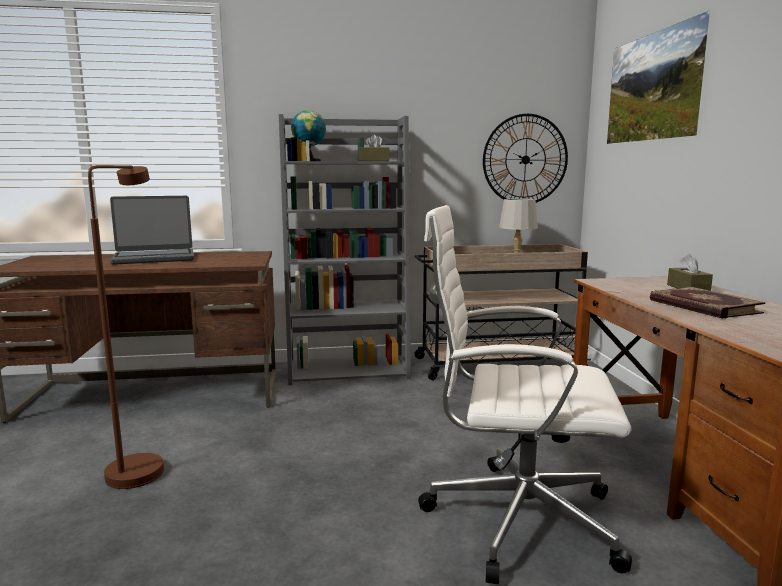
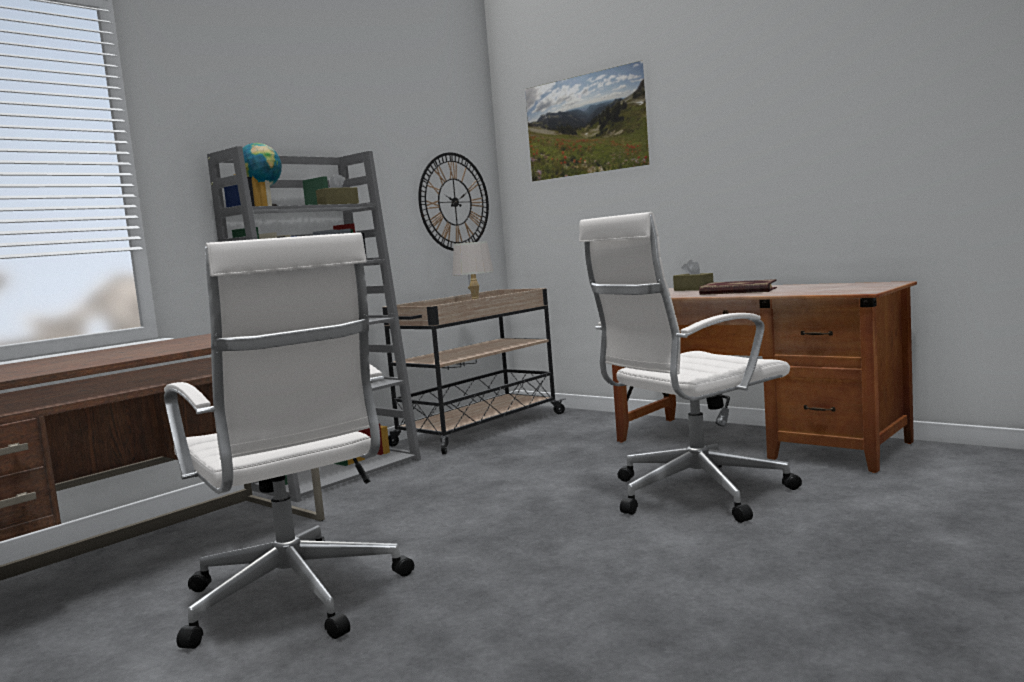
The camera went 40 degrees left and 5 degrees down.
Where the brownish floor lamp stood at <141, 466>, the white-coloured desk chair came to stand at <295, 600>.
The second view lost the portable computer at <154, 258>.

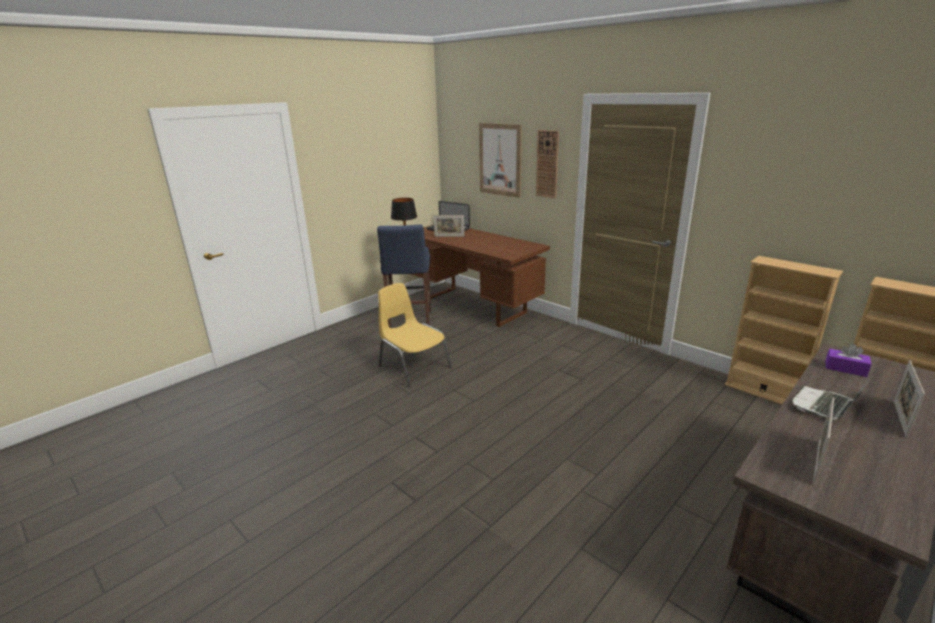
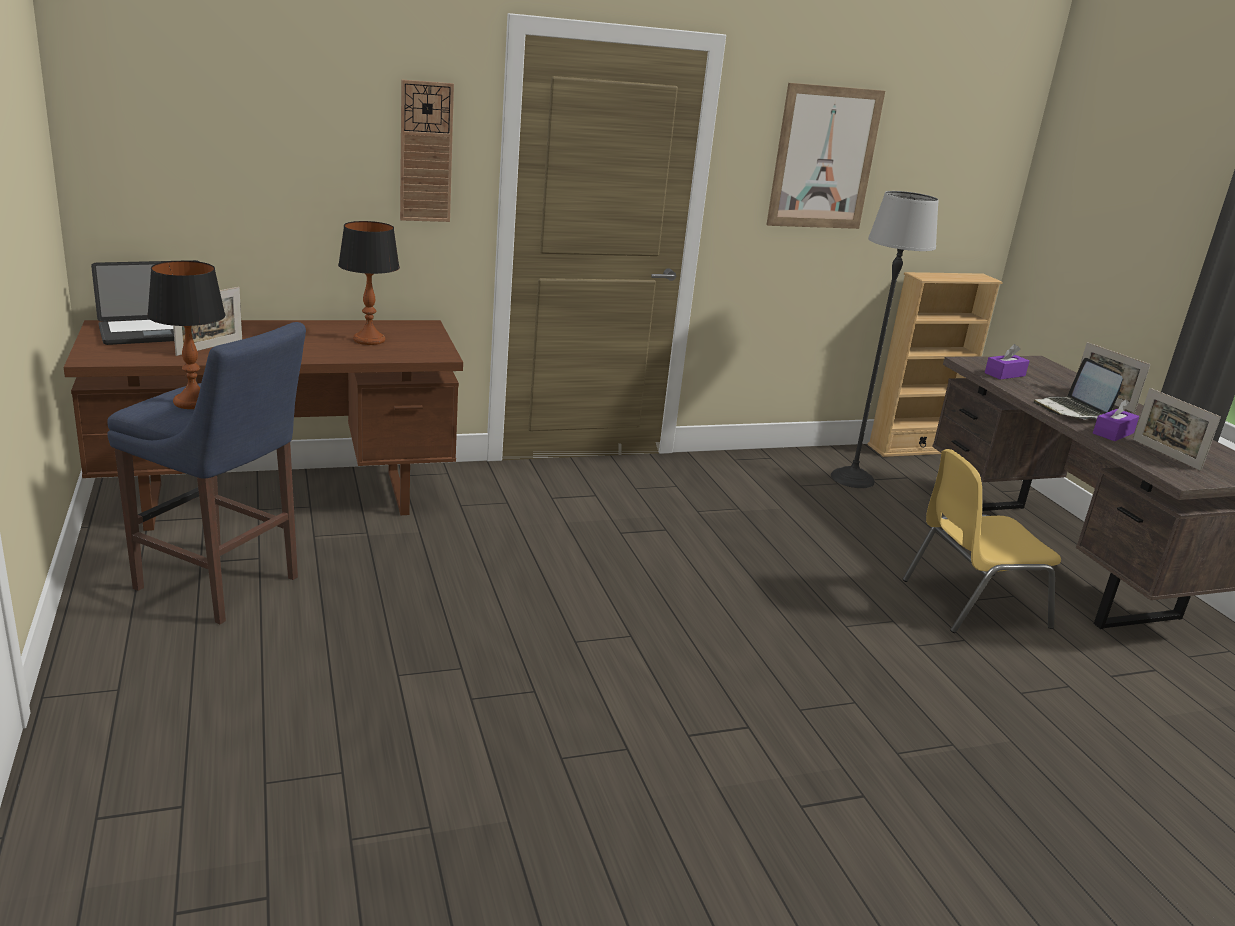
The camera went 65 degrees left and 0 degrees up.
The second view gained the tabletop lamp at <368, 340>.
The picture ended up elsewhere, having gone from <500, 160> to <824, 158>.
The second view gained the floor lamp at <852, 478>.
The yellow-coloured upright chair ended up elsewhere, having gone from <413, 366> to <971, 602>.
The second view gained the purplish tissue box at <1113, 433>.
The second view lost the sand-coloured bookcase at <764, 392>.

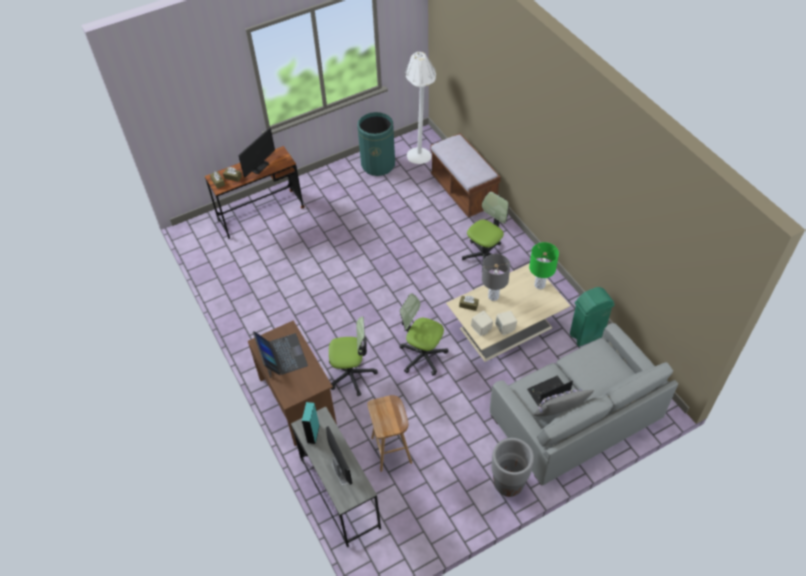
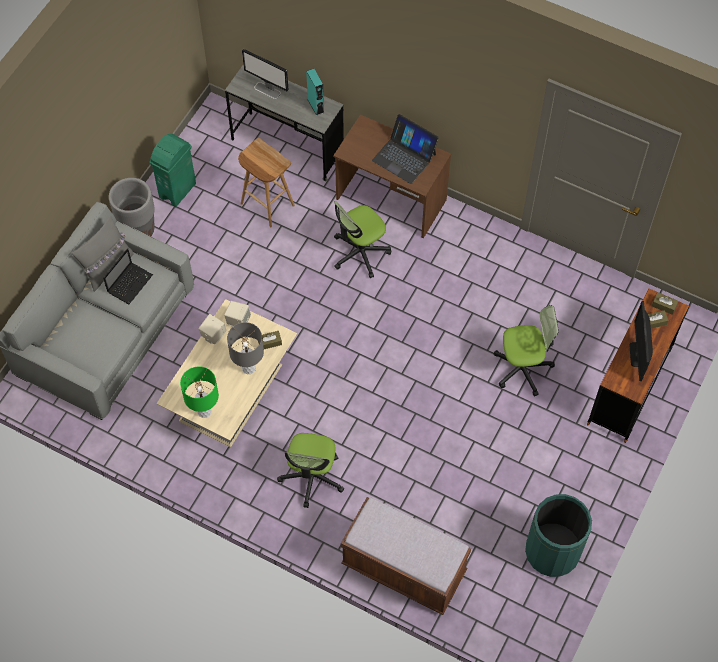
The camera went 145 degrees right and 10 degrees up.
The green waste bin ended up elsewhere, having gone from <586, 335> to <178, 190>.
The desk chair ended up elsewhere, having gone from <422, 356> to <522, 368>.
The second view lost the white-coloured floor lamp at <421, 152>.

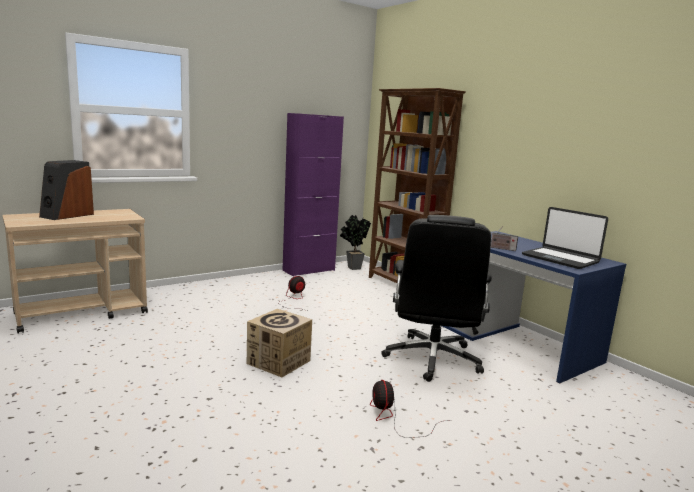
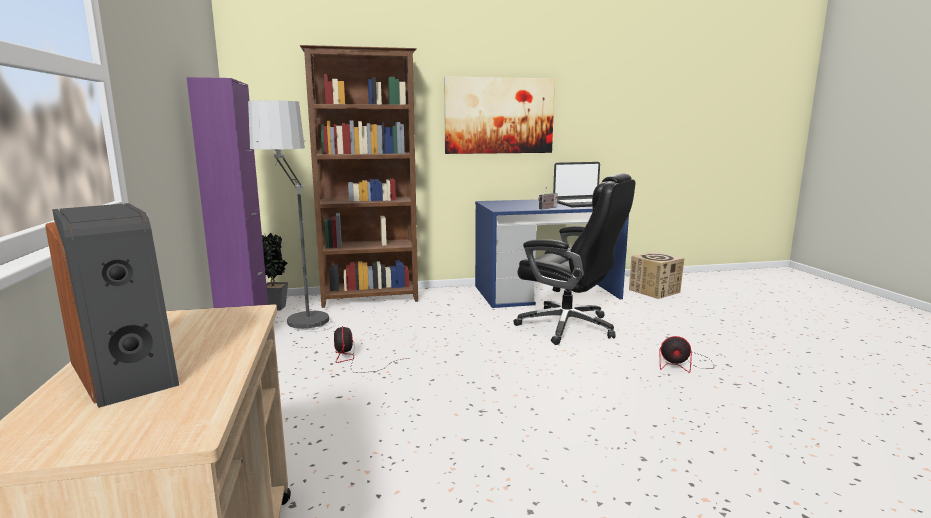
The camera went 65 degrees left and 0 degrees up.
The second view gained the floor lamp at <303, 335>.
The second view gained the picture at <499, 116>.
The packing box ended up elsewhere, having gone from <278, 362> to <654, 291>.

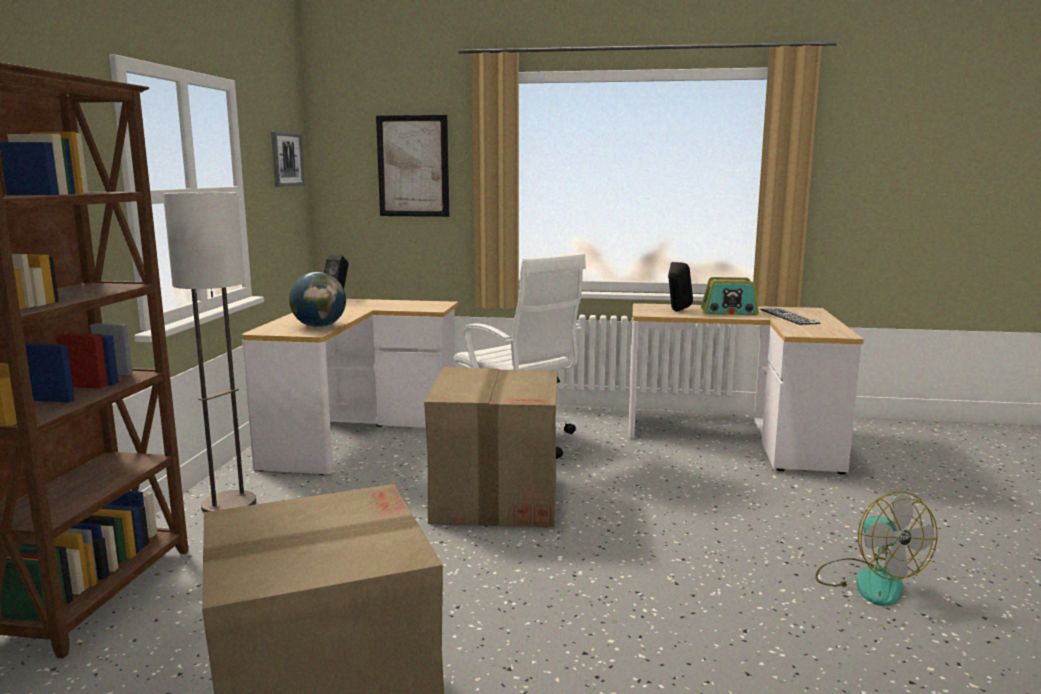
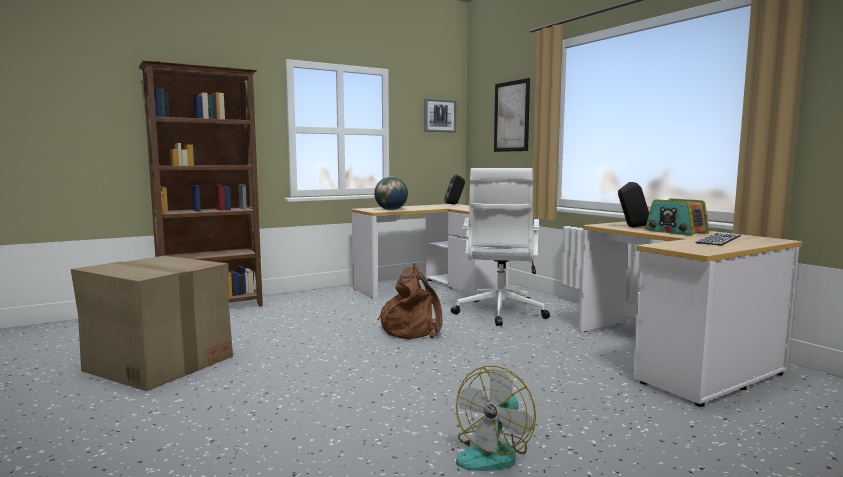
The camera went 50 degrees right and 5 degrees down.
Where the packing box stood at <496, 498>, the brownish backpack came to stand at <412, 330>.
The second view lost the floor lamp at <229, 505>.

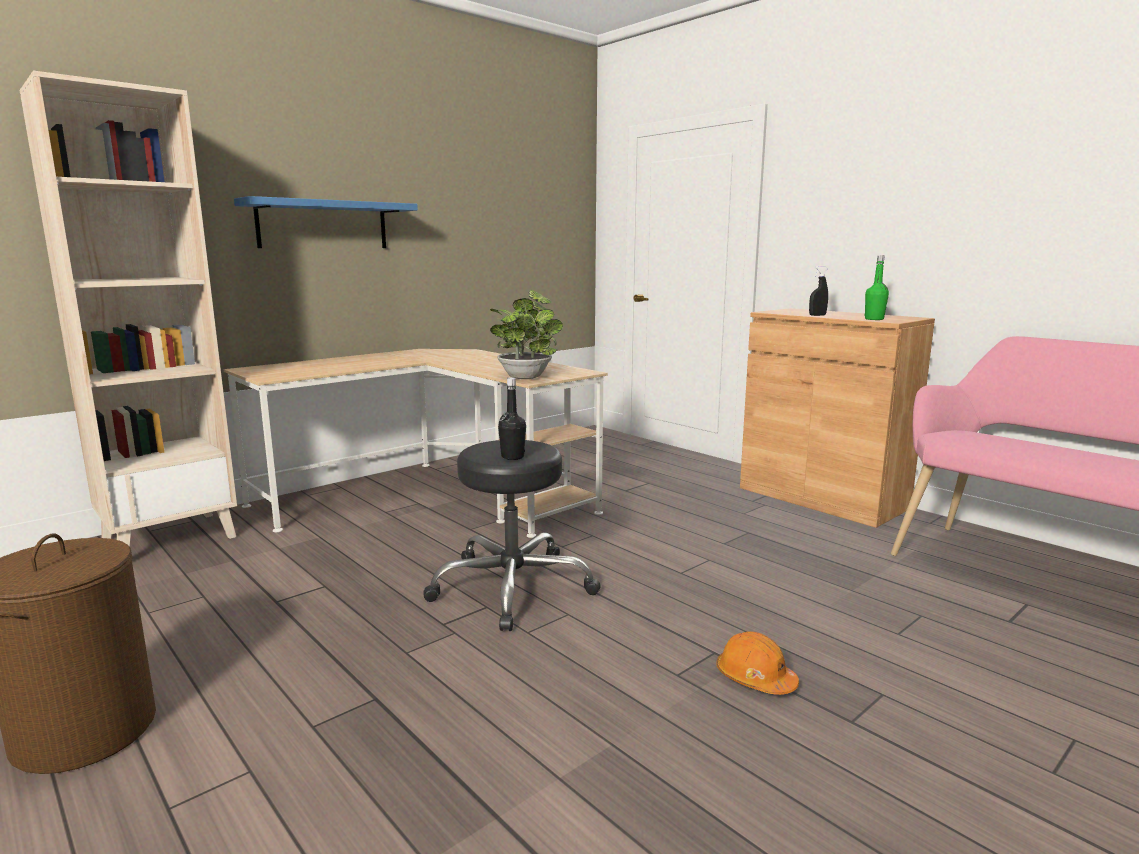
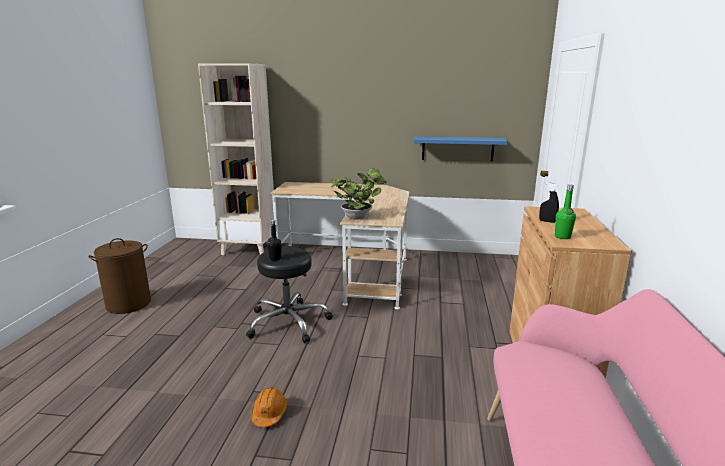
The camera went 50 degrees right and 5 degrees up.
The bluish shelf ended up elsewhere, having gone from <323, 225> to <457, 148>.

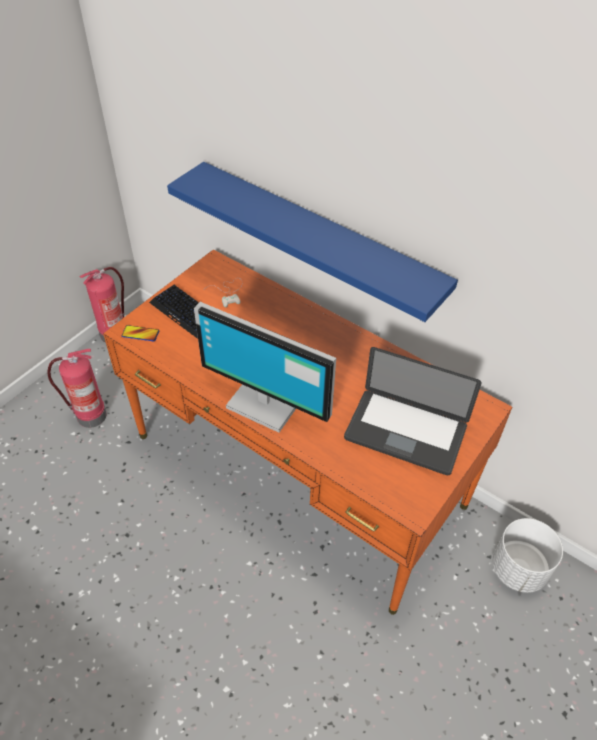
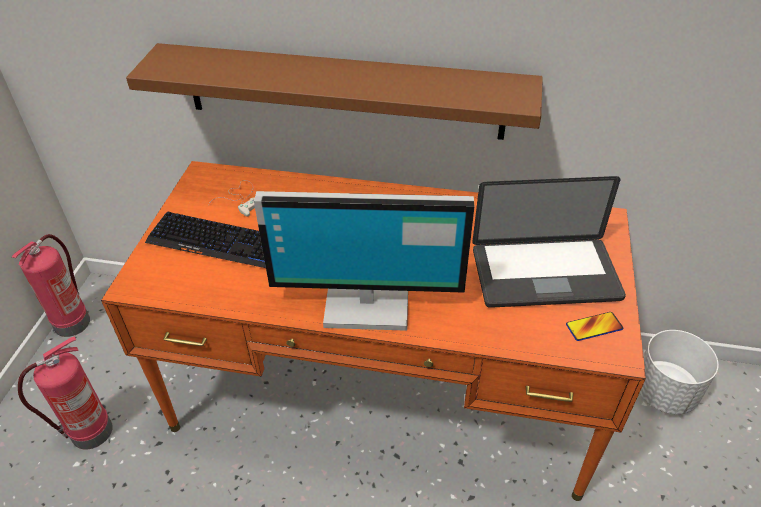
The camera went 25 degrees left and 5 degrees down.
What was the bluish shelf at <318, 238> turned into the brownish shelf at <343, 91>.
The telephone ended up elsewhere, having gone from <140, 334> to <594, 327>.

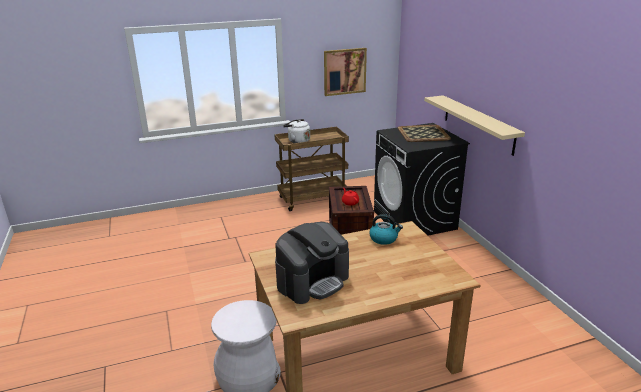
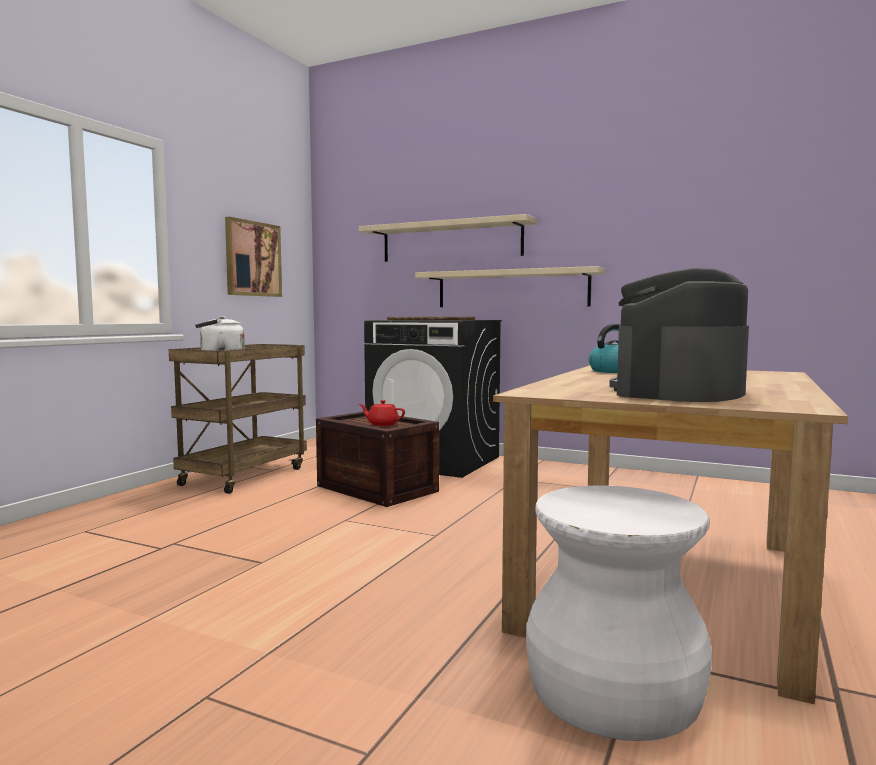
The camera went 45 degrees left and 20 degrees down.
The second view gained the sand-coloured shelf at <451, 241>.
The coffee brewer at <312, 281> ended up facing another way, 150 degrees counterclockwise from before.

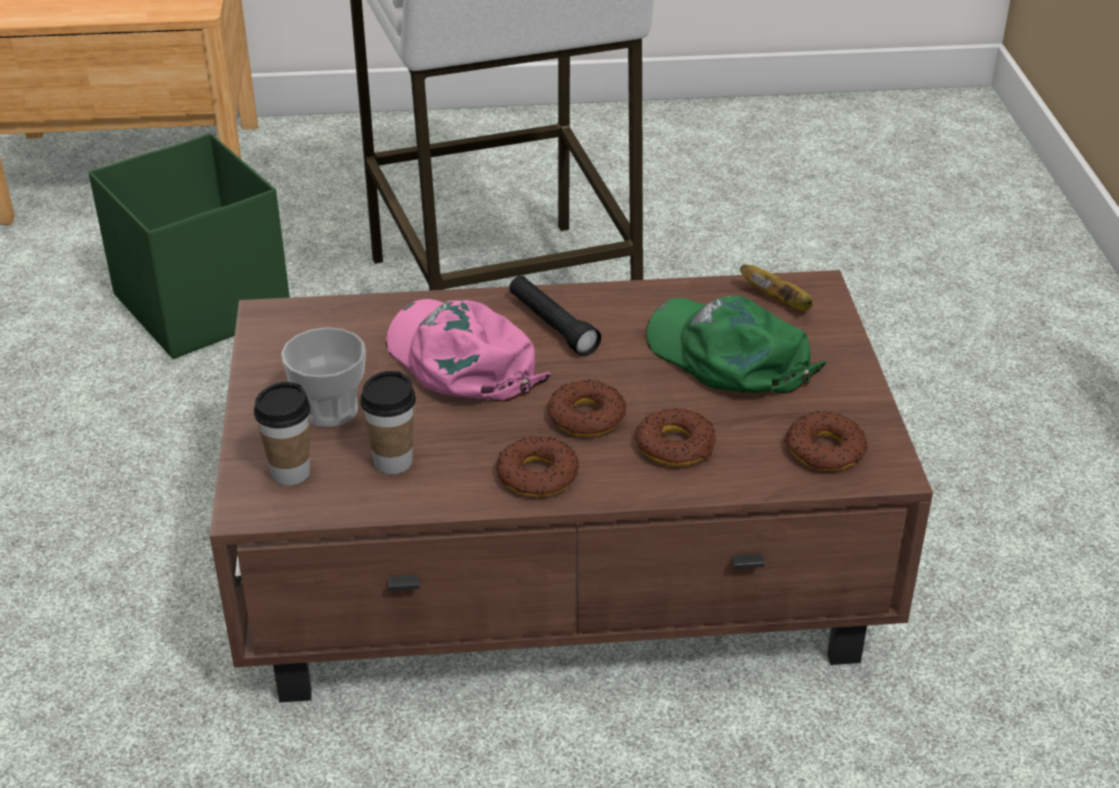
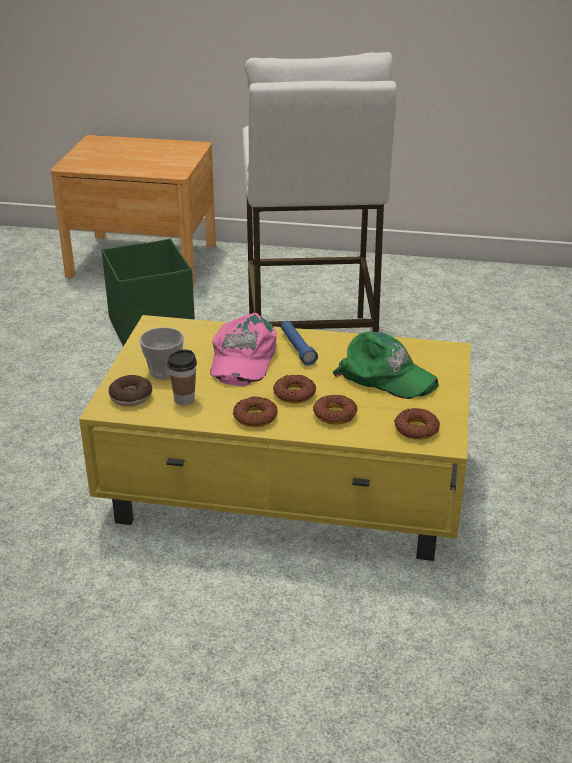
The camera went 15 degrees right and 5 degrees down.
What was the brownish low table at <564, 566> turned into the yellow-coloured low table at <289, 485>.
Where the drinking cup stood at <290, 473>, the ring doughnut came to stand at <131, 397>.
The pinkish baseball cap at <461, 360> ended up facing another way, 150 degrees counterclockwise from before.
What was the black hand torch at <552, 325> turned into the bluish hand torch at <297, 348>.
The green baseball cap at <729, 356> ended up facing another way, 150 degrees clockwise from before.
The second view lost the whole banana at <779, 302>.

